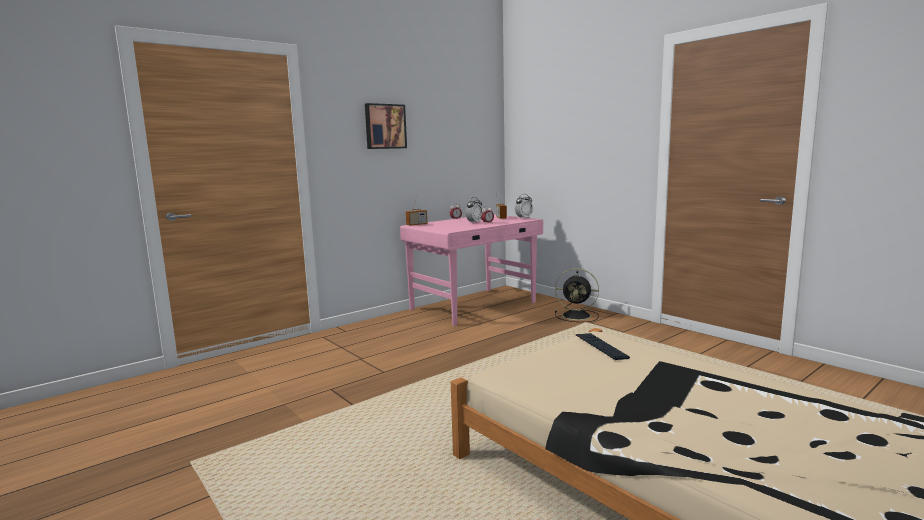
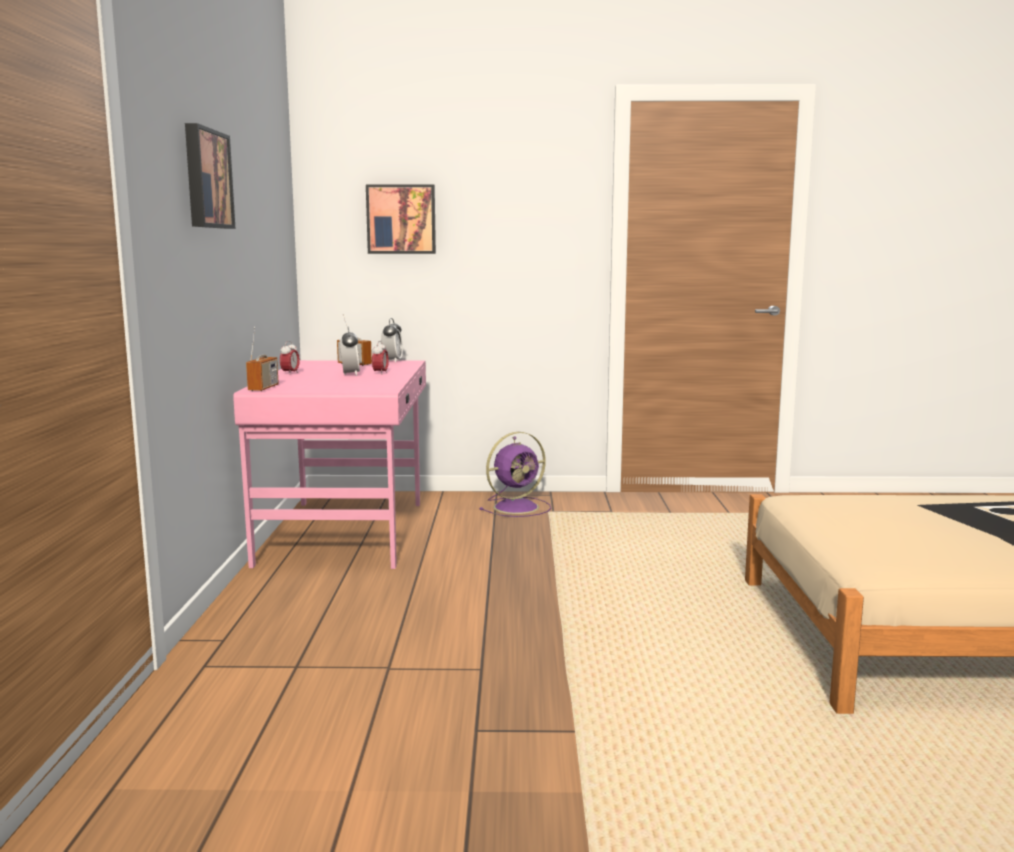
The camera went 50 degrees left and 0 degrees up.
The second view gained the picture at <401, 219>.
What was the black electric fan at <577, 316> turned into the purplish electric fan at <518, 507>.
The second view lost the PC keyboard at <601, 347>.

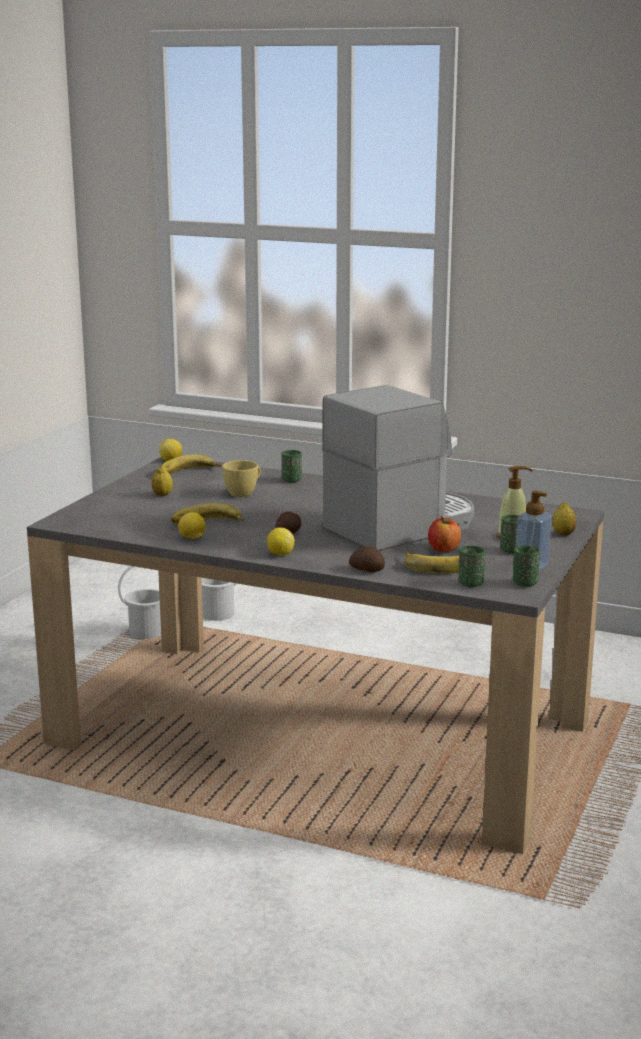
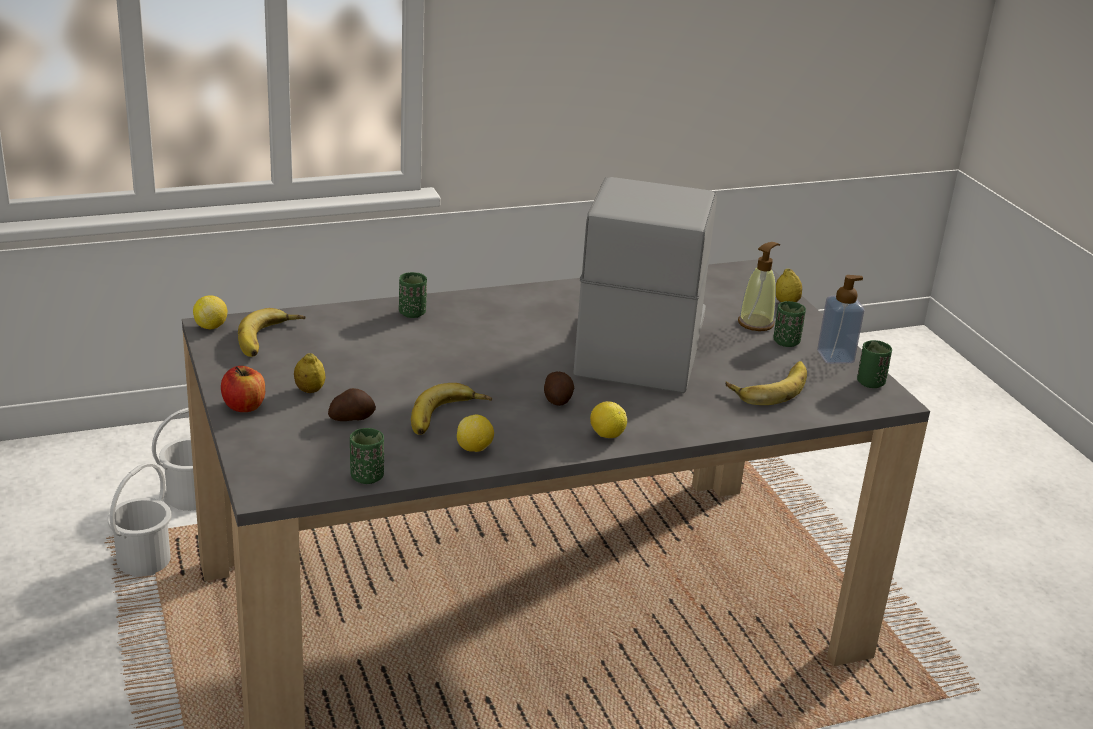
The camera went 45 degrees left and 10 degrees up.
The whole apple ended up elsewhere, having gone from <443, 549> to <244, 406>.
The spud ended up elsewhere, having gone from <367, 569> to <351, 417>.
The green drinking cup ended up elsewhere, having gone from <471, 583> to <367, 477>.
The second view lost the yellow-coloured drinking cup at <244, 493>.

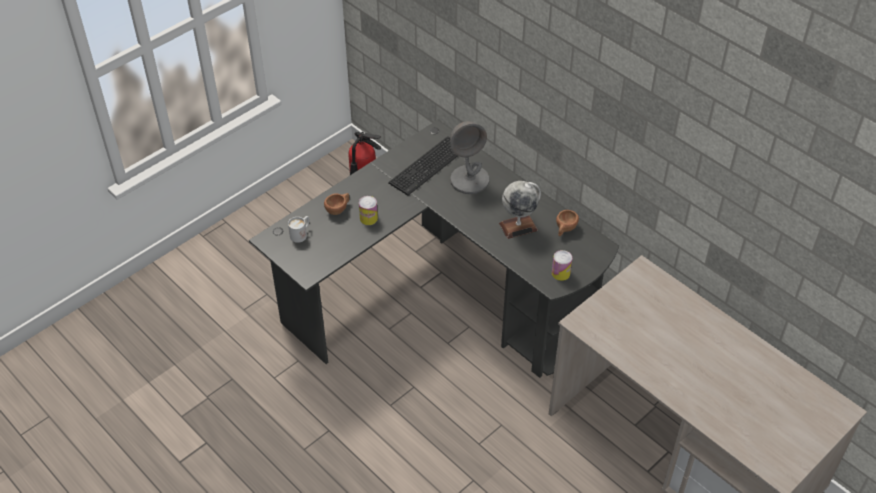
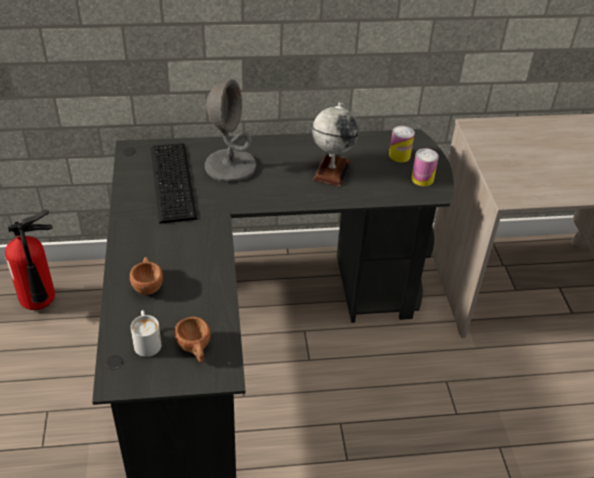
The camera went 55 degrees left and 5 degrees down.
The brownish drinking cup ended up elsewhere, having gone from <565, 229> to <195, 349>.
The sealed can ended up elsewhere, having gone from <368, 218> to <399, 155>.

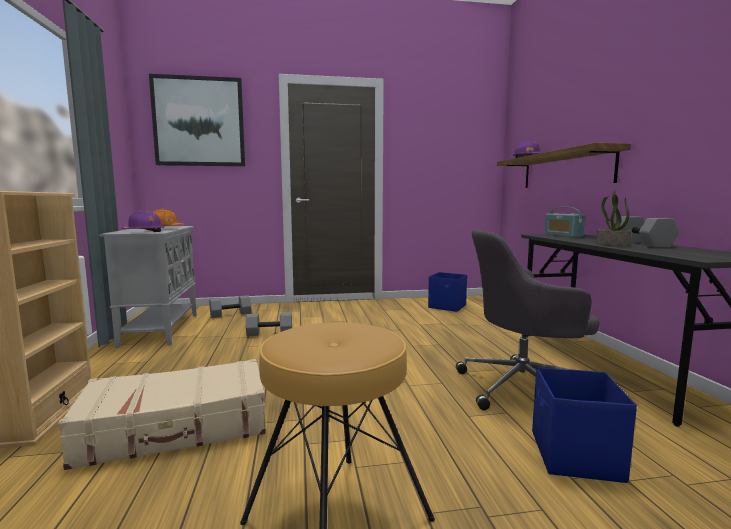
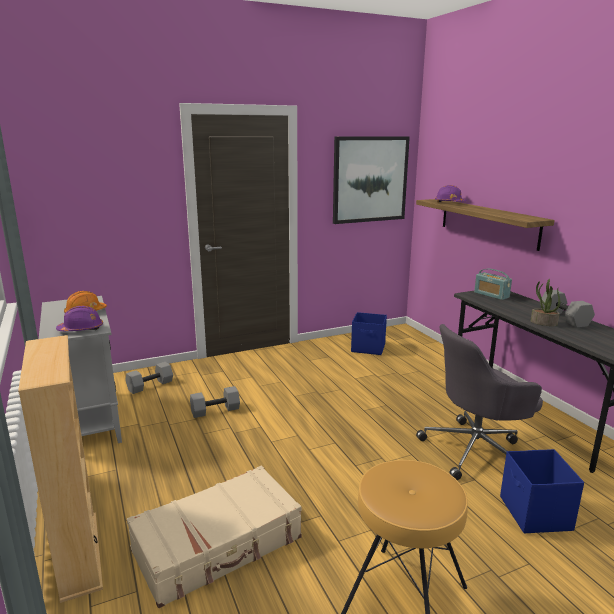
The camera went 15 degrees left and 10 degrees up.
The picture ended up elsewhere, having gone from <199, 122> to <370, 179>.

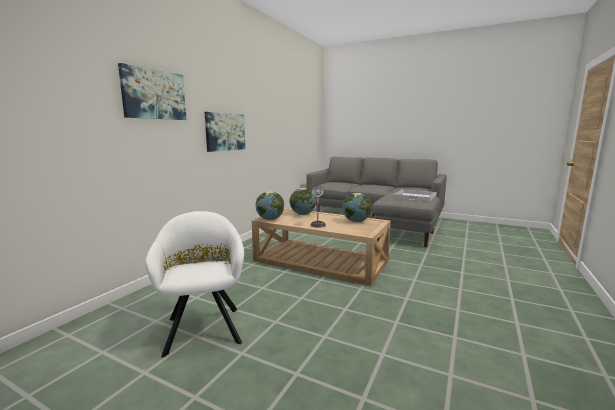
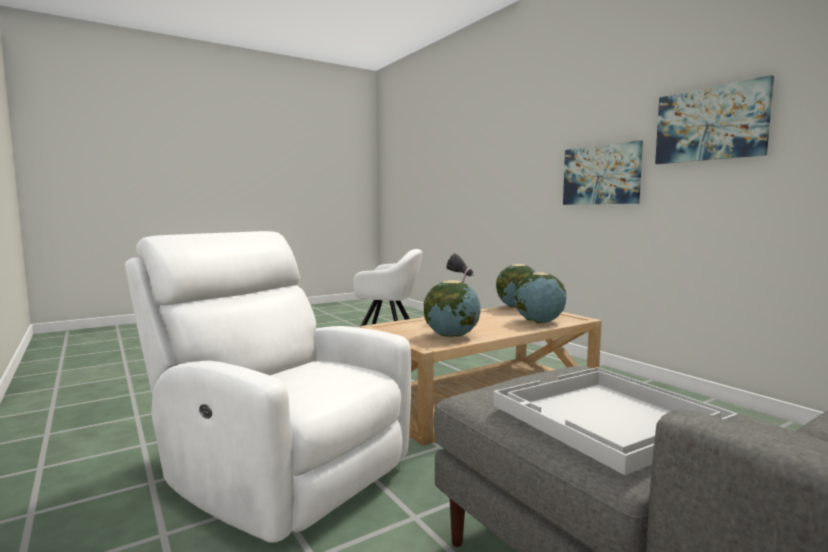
The camera went 120 degrees right and 5 degrees down.
The second view gained the white-coloured armchair at <280, 473>.
The picture ended up elsewhere, having gone from <154, 94> to <710, 124>.

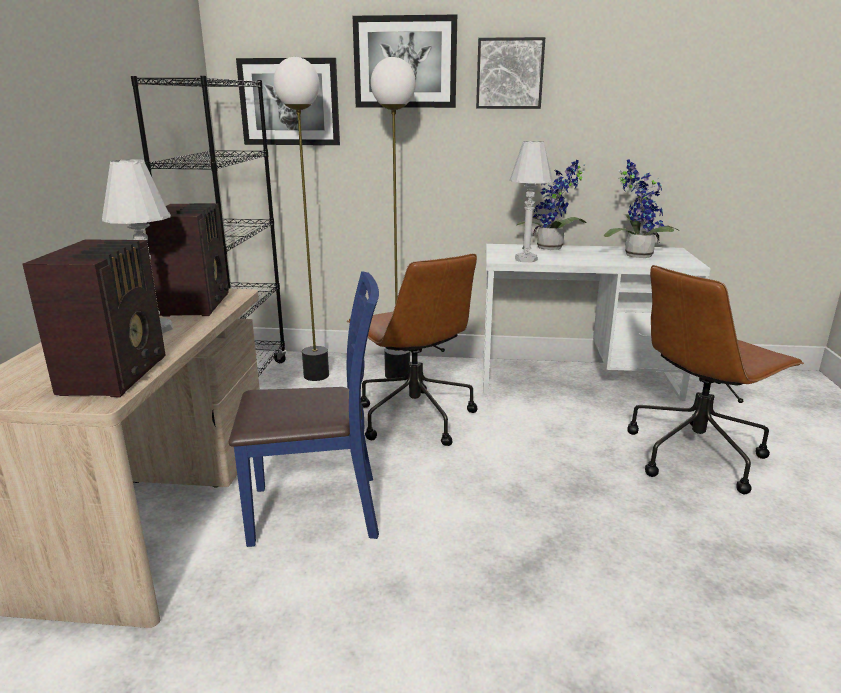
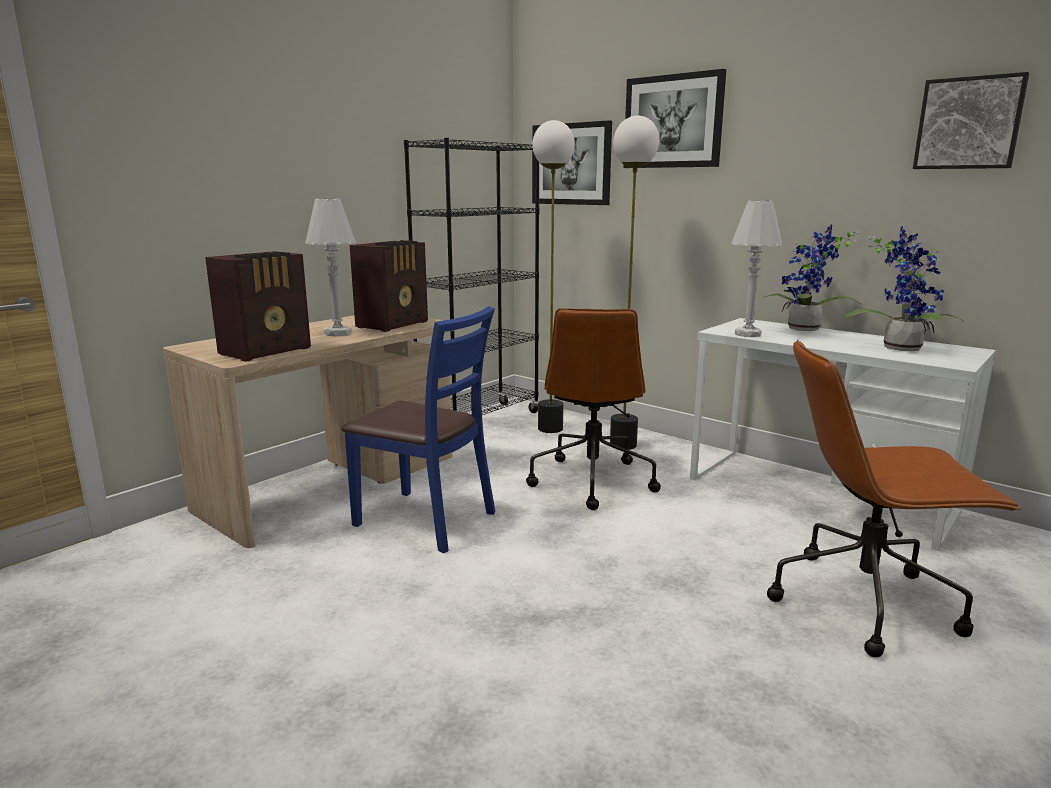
The camera went 35 degrees right and 5 degrees down.
The picture ended up elsewhere, having gone from <509, 74> to <969, 123>.

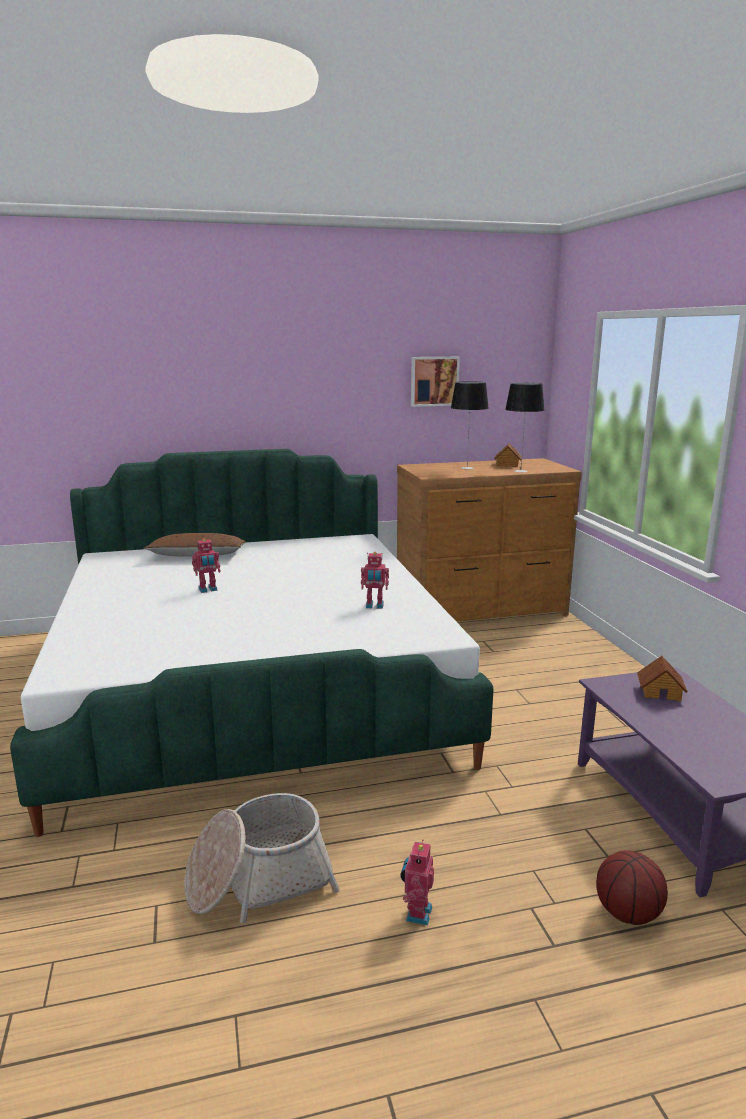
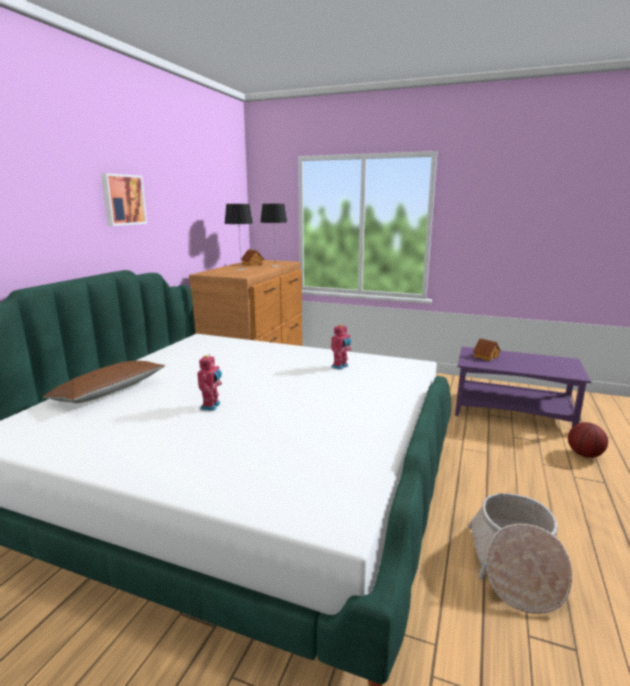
The camera went 55 degrees left and 0 degrees up.
The picture ended up elsewhere, having gone from <434, 381> to <123, 200>.
The second view lost the model robot at <416, 913>.

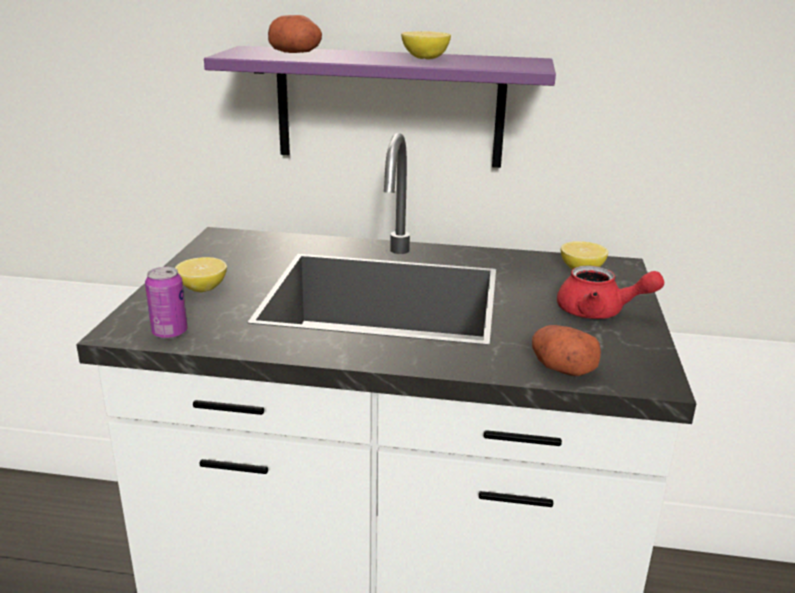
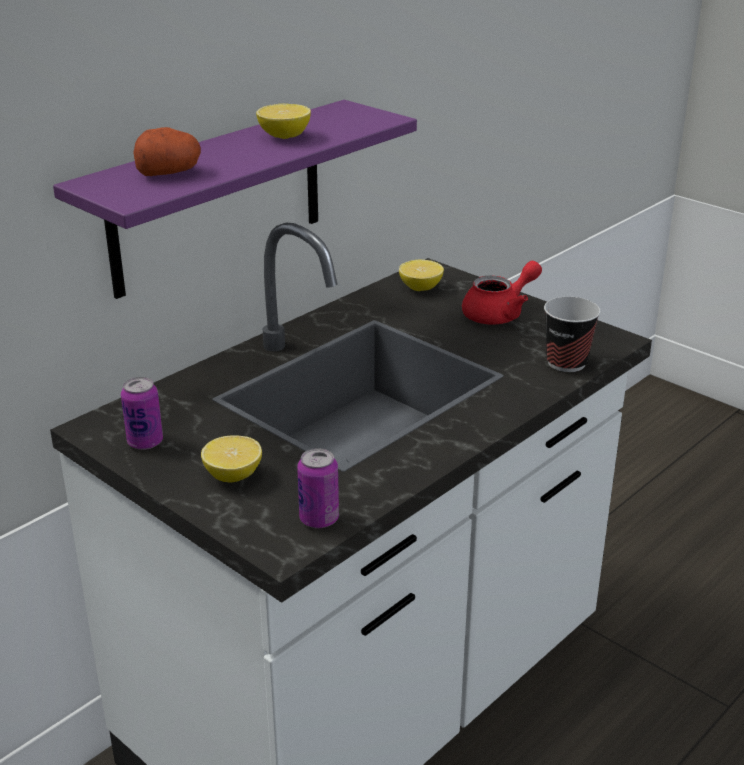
The camera went 55 degrees left and 5 degrees up.
The second view gained the sealed can at <145, 442>.
Where the spud stood at <561, 367>, the drinking cup came to stand at <566, 363>.

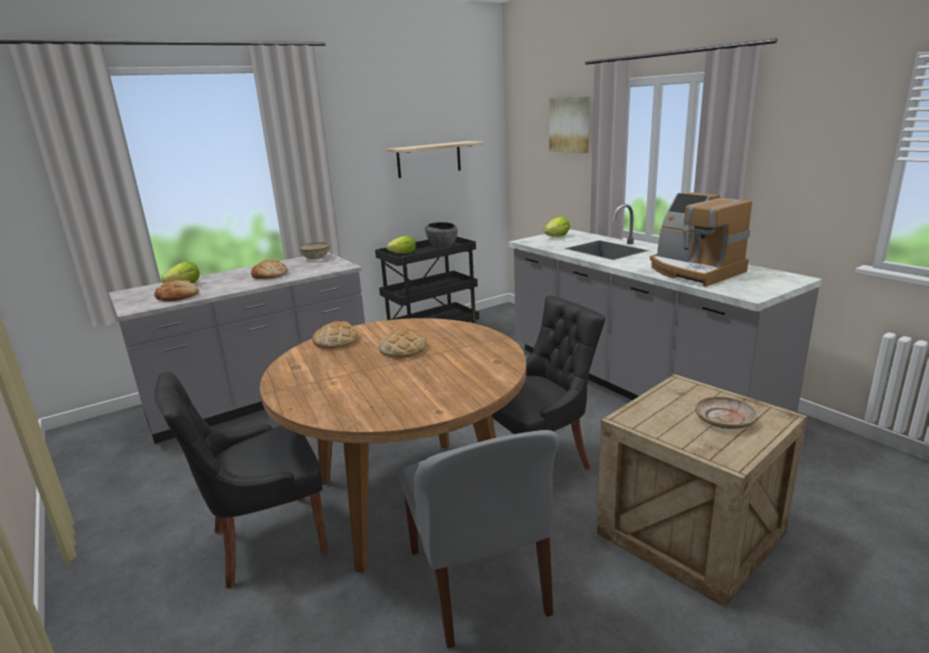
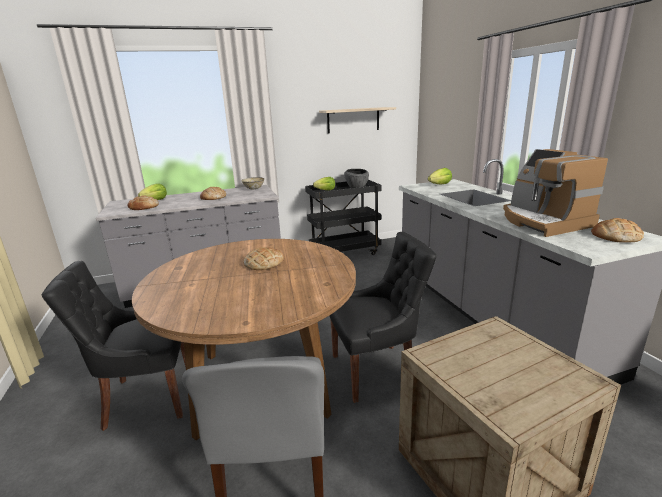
The camera went 15 degrees right and 0 degrees up.
The bread ended up elsewhere, having gone from <336, 341> to <615, 236>.
The second view lost the picture at <570, 125>.
The second view lost the sand-coloured plate at <725, 420>.

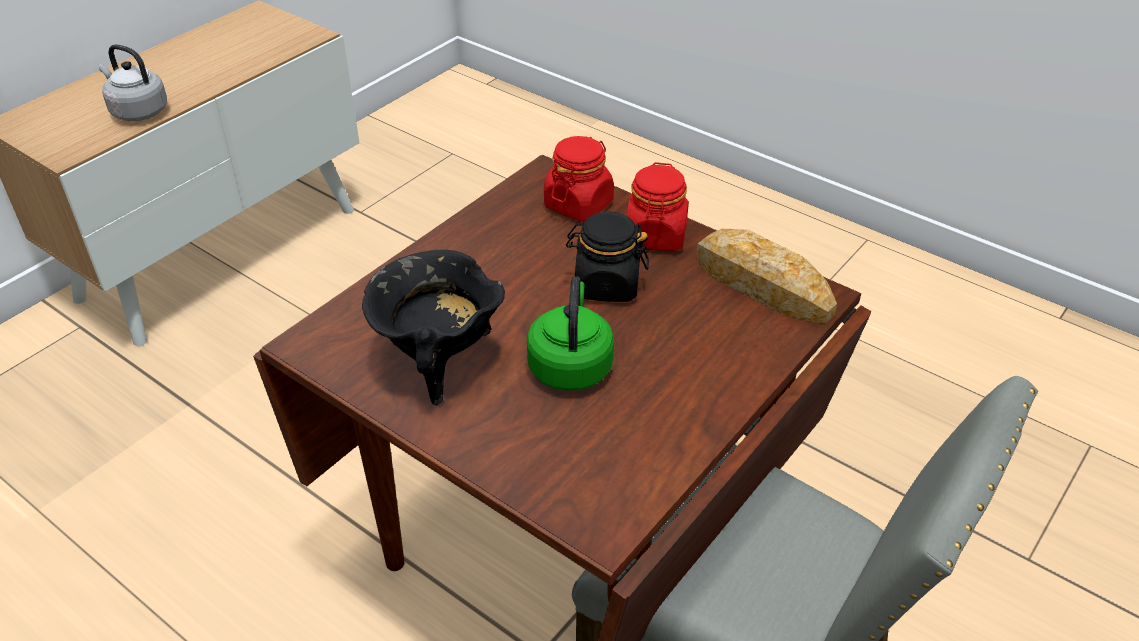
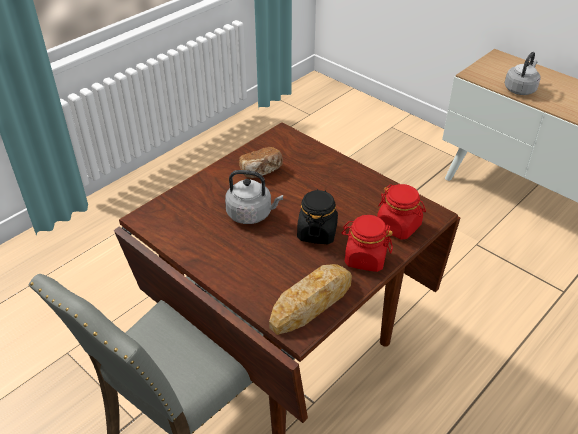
The camera went 95 degrees right and 0 degrees up.
What was the green tea kettle at <570, 365> turned into the greyish tea kettle at <252, 214>.
Where the black stockpot stood at <438, 363>, the bread came to stand at <261, 171>.

